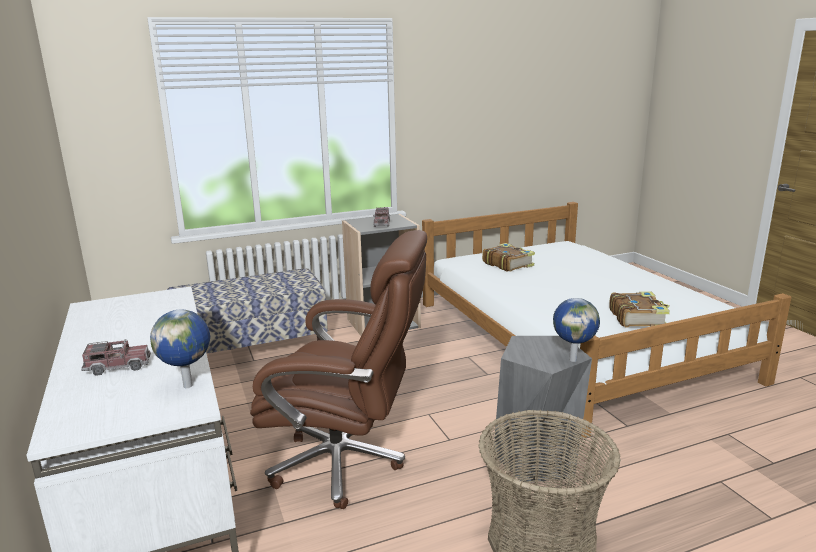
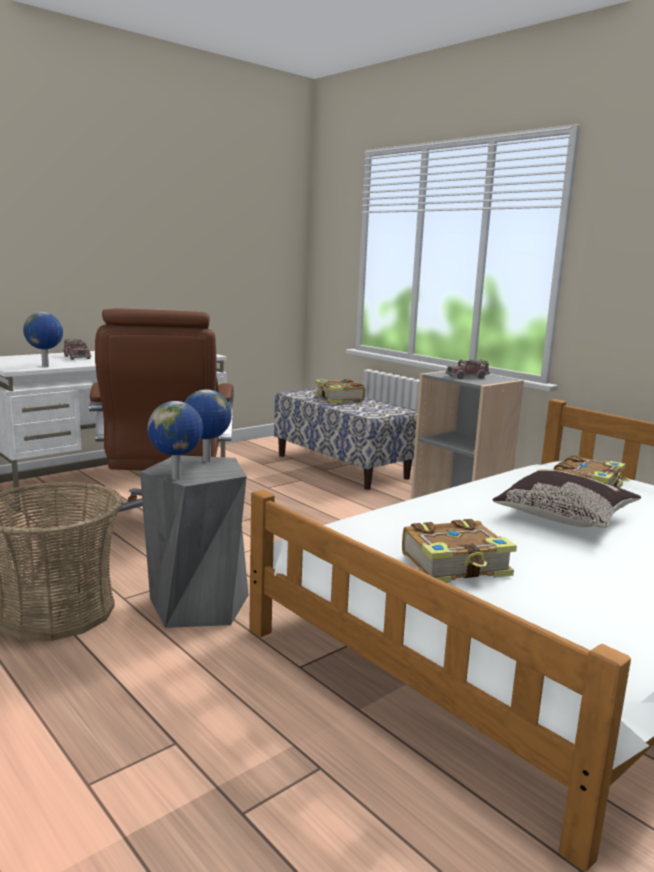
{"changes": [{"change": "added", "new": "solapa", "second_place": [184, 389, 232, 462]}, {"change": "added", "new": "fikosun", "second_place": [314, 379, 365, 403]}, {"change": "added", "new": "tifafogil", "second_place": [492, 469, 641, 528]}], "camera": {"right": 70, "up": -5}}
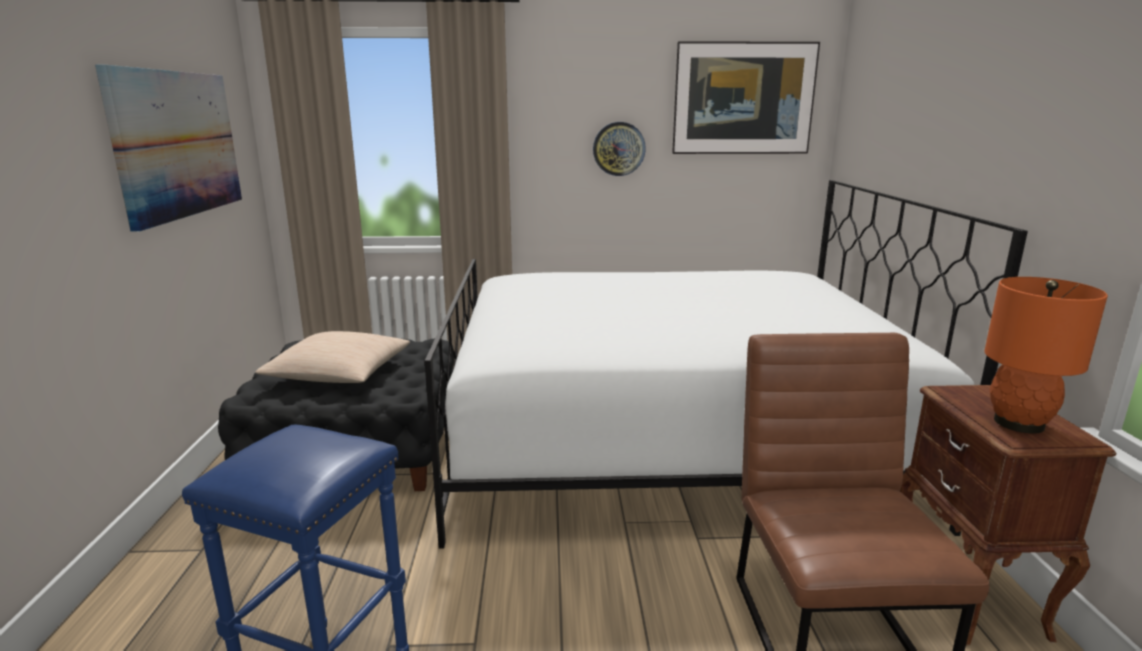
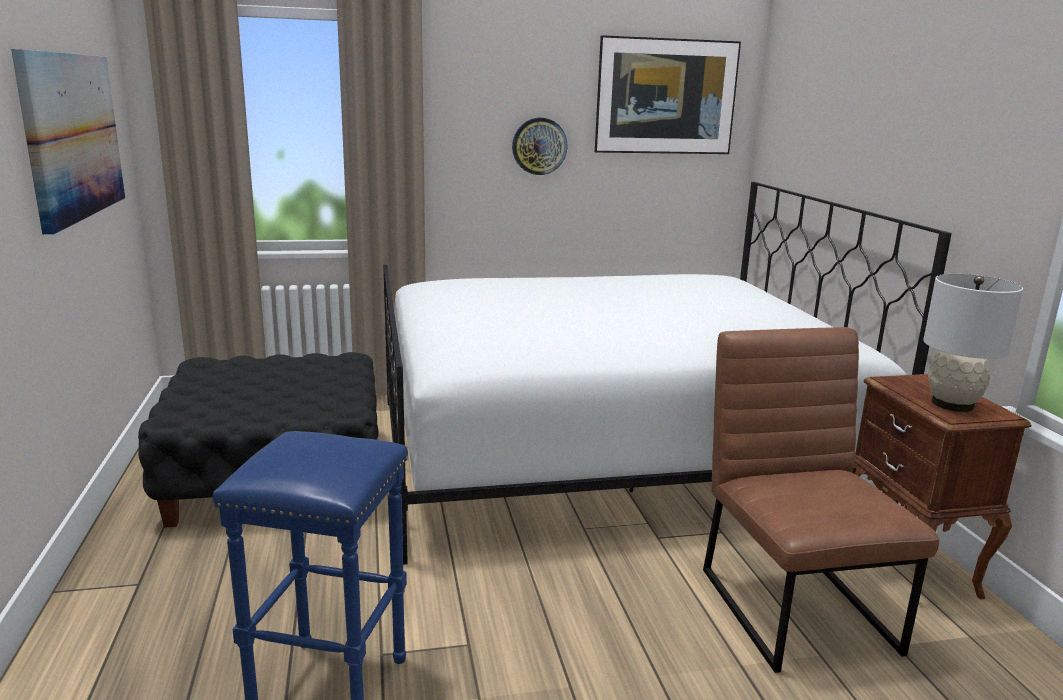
{"changes": [{"change": "recoloured", "old": "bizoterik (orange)", "new": "bizoterik (white)", "first_place": [984, 277, 1108, 433], "second_place": [923, 274, 1023, 412]}, {"change": "removed", "old": "tifafogil (beige)", "first_place": [255, 331, 410, 383]}], "camera": {"right": -10, "up": 0}}
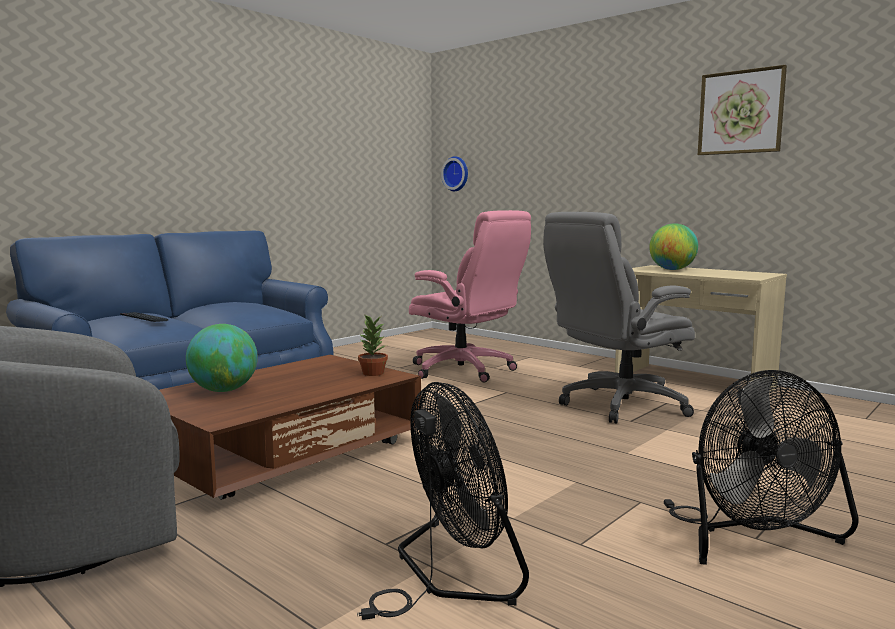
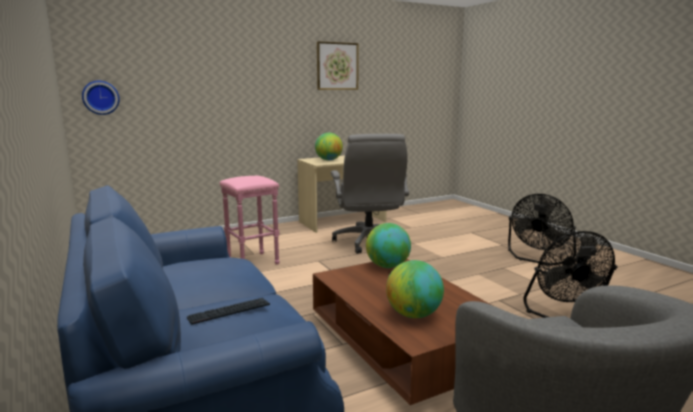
{"changes": [{"change": "replaced", "old": "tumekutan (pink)", "new": "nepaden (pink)", "first_place": [409, 210, 531, 383], "second_place": [220, 176, 279, 265]}, {"change": "replaced", "old": "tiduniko", "new": "solapa", "first_place": [358, 315, 388, 376], "second_place": [366, 223, 411, 268]}, {"change": "turned", "old": "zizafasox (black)", "first_place": [664, 370, 859, 565], "second_place": [508, 194, 576, 275], "degrees": -60}], "camera": {"right": -70, "up": 5}}
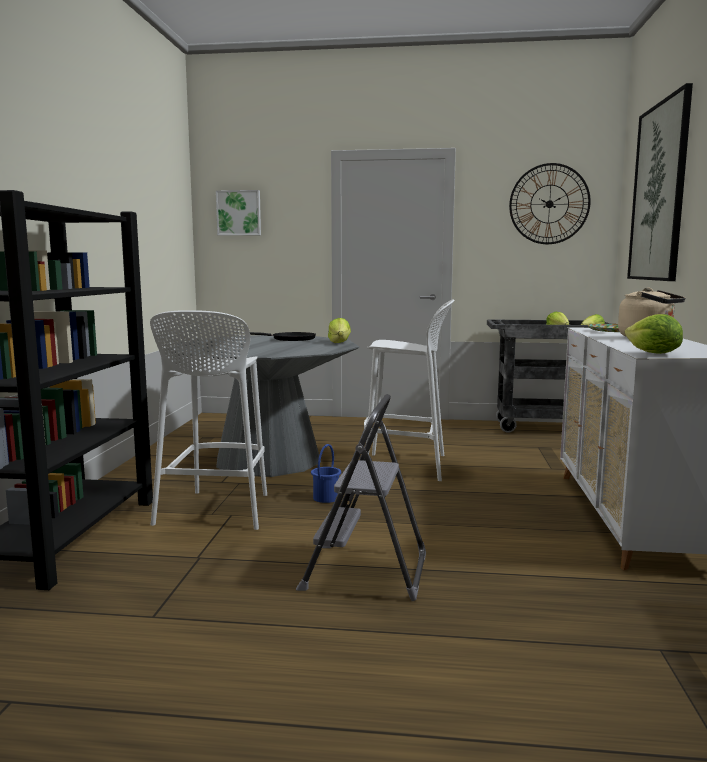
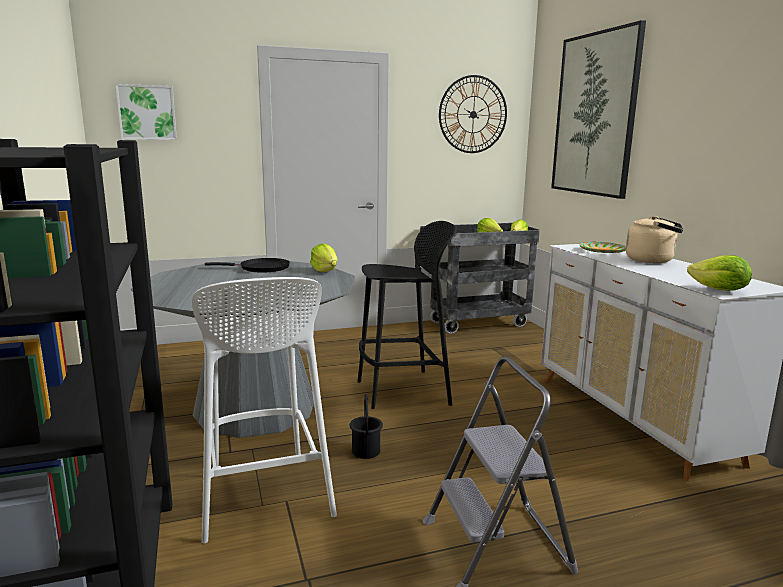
{"changes": [{"change": "recoloured", "old": "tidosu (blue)", "new": "tidosu (black)", "first_place": [311, 444, 341, 503], "second_place": [350, 394, 383, 459]}, {"change": "recoloured", "old": "nepaden (white)", "new": "nepaden (black)", "first_place": [364, 299, 455, 481], "second_place": [357, 221, 457, 409]}], "camera": {"right": -25, "up": 5}}
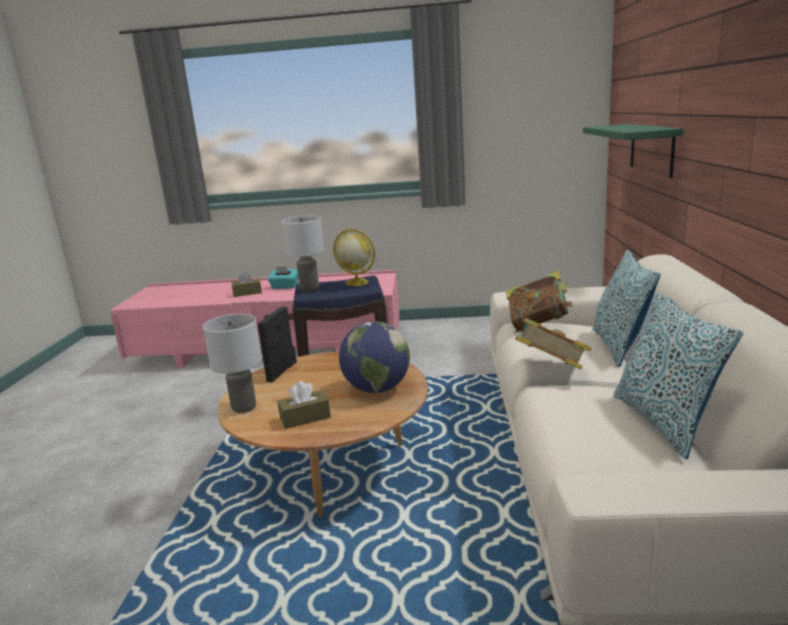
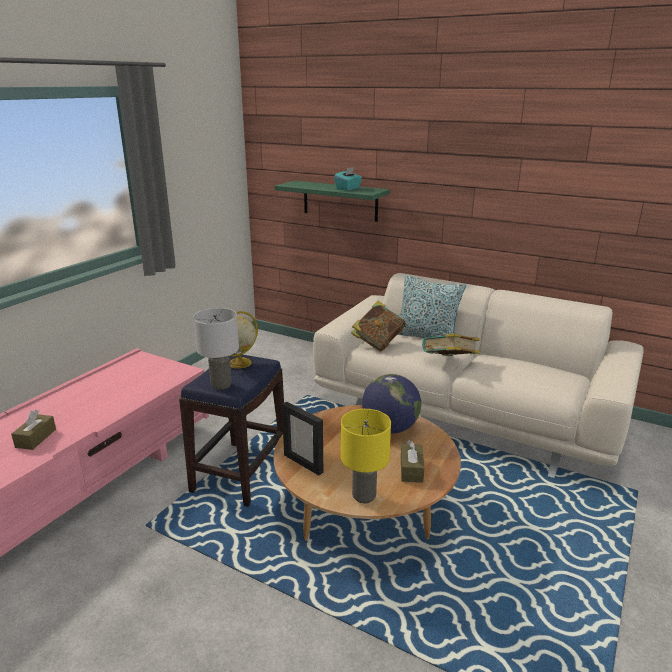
{"changes": [{"change": "moved", "old": "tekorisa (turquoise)", "first_place": [268, 267, 299, 289], "second_place": [334, 167, 362, 191]}, {"change": "recoloured", "old": "bizoterik (white)", "new": "bizoterik (yellow)", "first_place": [203, 314, 262, 413], "second_place": [341, 409, 391, 503]}, {"change": "removed", "old": "tifafogil", "first_place": [613, 292, 743, 459]}], "camera": {"right": -65, "up": 5}}
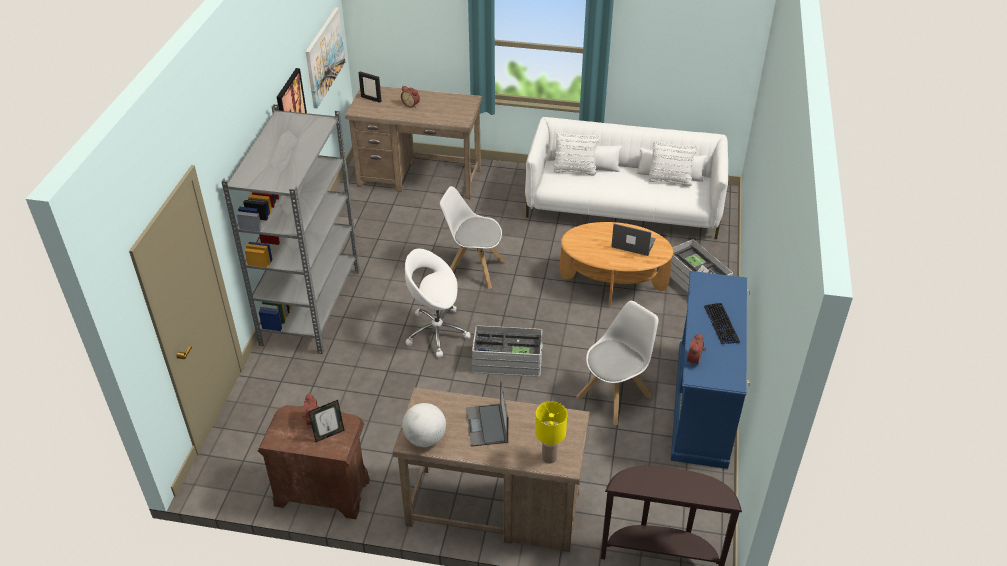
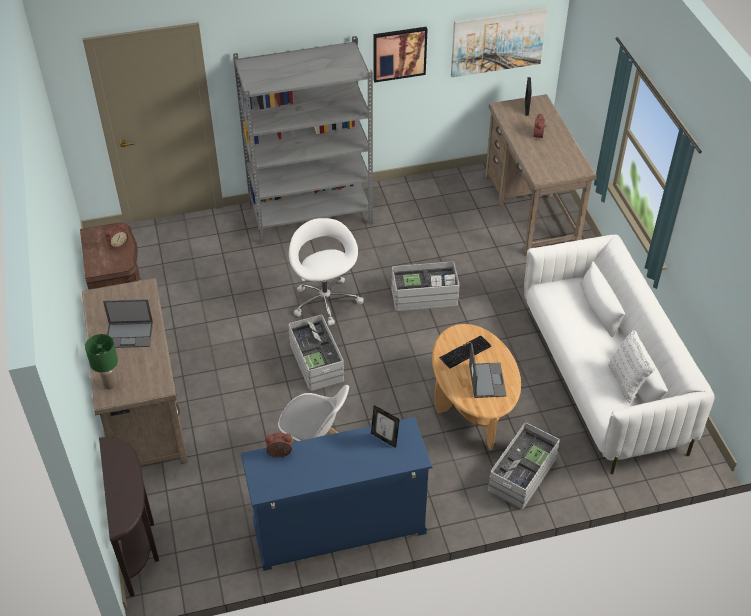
{"changes": [{"change": "recoloured", "old": "bizoterik (yellow)", "new": "bizoterik (green)", "first_place": [535, 401, 567, 464], "second_place": [85, 334, 118, 390]}, {"change": "turned", "old": "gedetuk", "first_place": [466, 379, 508, 447], "second_place": [103, 299, 153, 348], "degrees": -150}, {"change": "moved", "old": "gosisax", "first_place": [308, 400, 345, 442], "second_place": [371, 405, 400, 448]}, {"change": "replaced", "old": "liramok", "new": "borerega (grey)", "first_place": [440, 186, 506, 289], "second_place": [391, 261, 460, 311]}, {"change": "moved", "old": "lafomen", "first_place": [704, 303, 740, 344], "second_place": [439, 336, 491, 369]}, {"change": "removed", "old": "solapa", "first_place": [402, 403, 446, 447]}, {"change": "removed", "old": "tifafogil (white)", "first_place": [554, 132, 600, 176]}], "camera": {"right": 65, "up": 5}}
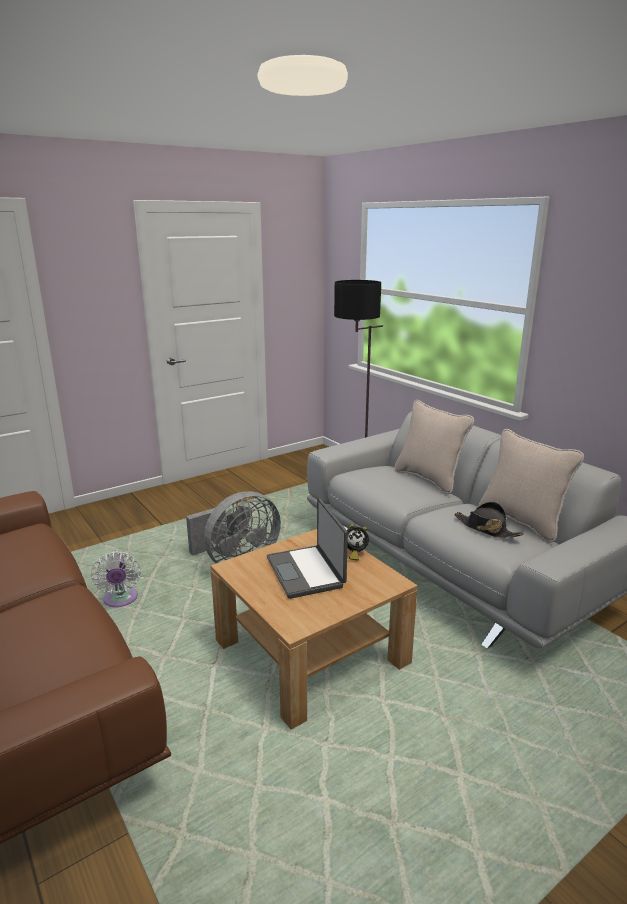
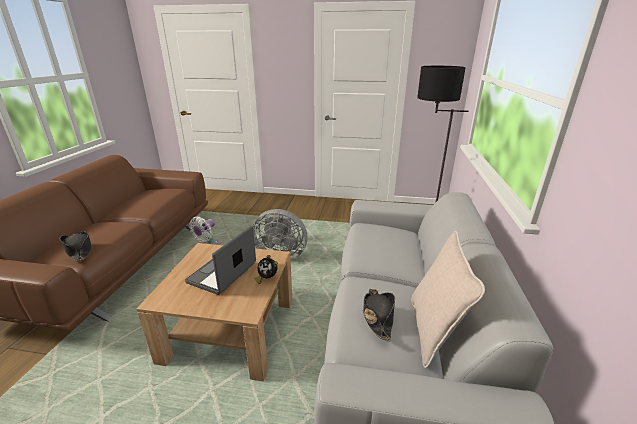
{"changes": [{"change": "added", "new": "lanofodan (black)", "second_place": [60, 232, 92, 262]}, {"change": "removed", "old": "tifafogil (beige)", "first_place": [394, 400, 474, 494]}], "camera": {"right": 45, "up": 5}}
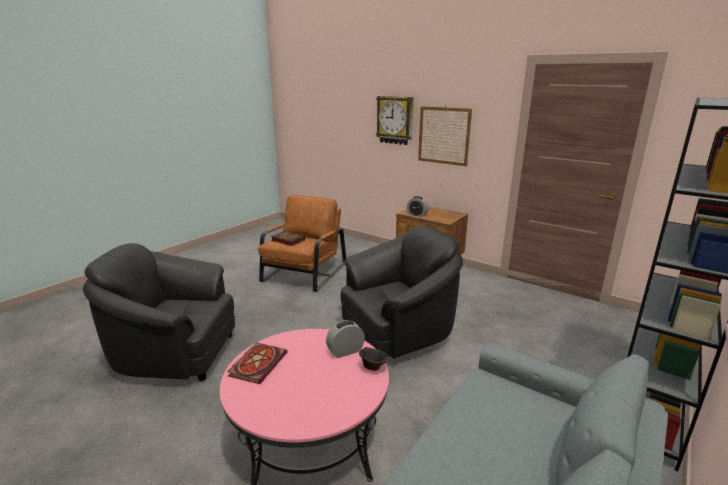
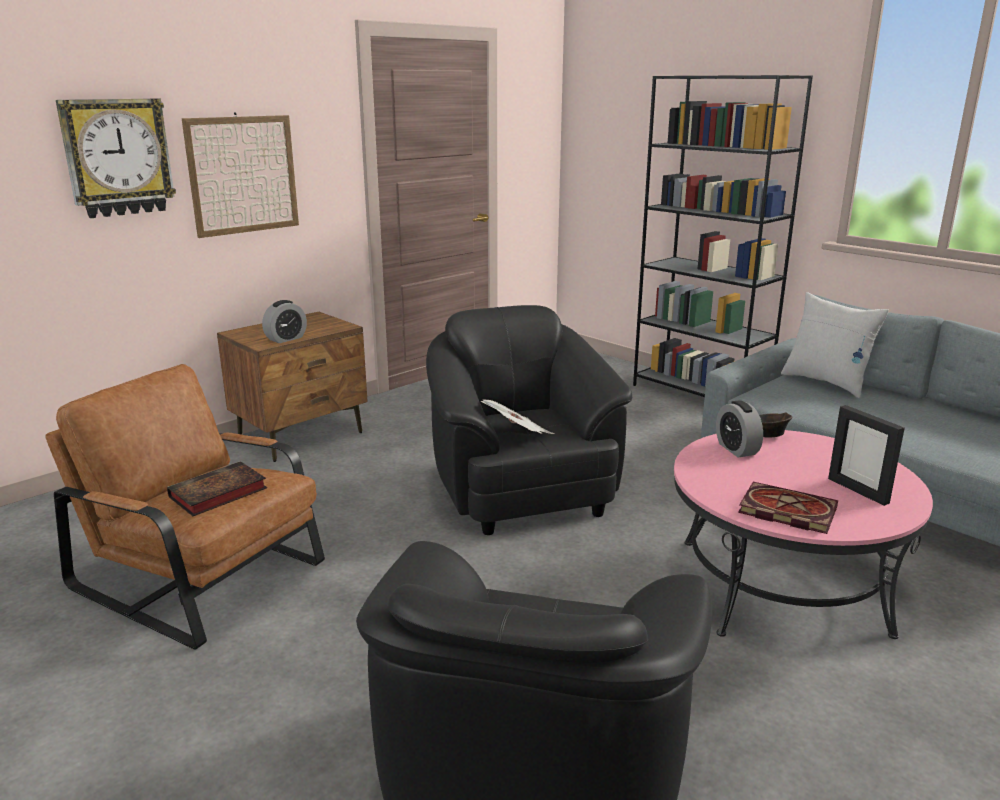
{"changes": [{"change": "added", "new": "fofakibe", "second_place": [480, 400, 555, 434]}, {"change": "added", "new": "tifafogil (grey)", "second_place": [781, 292, 889, 398]}, {"change": "added", "new": "gosisax", "second_place": [828, 405, 905, 506]}], "camera": {"right": -80, "up": 0}}
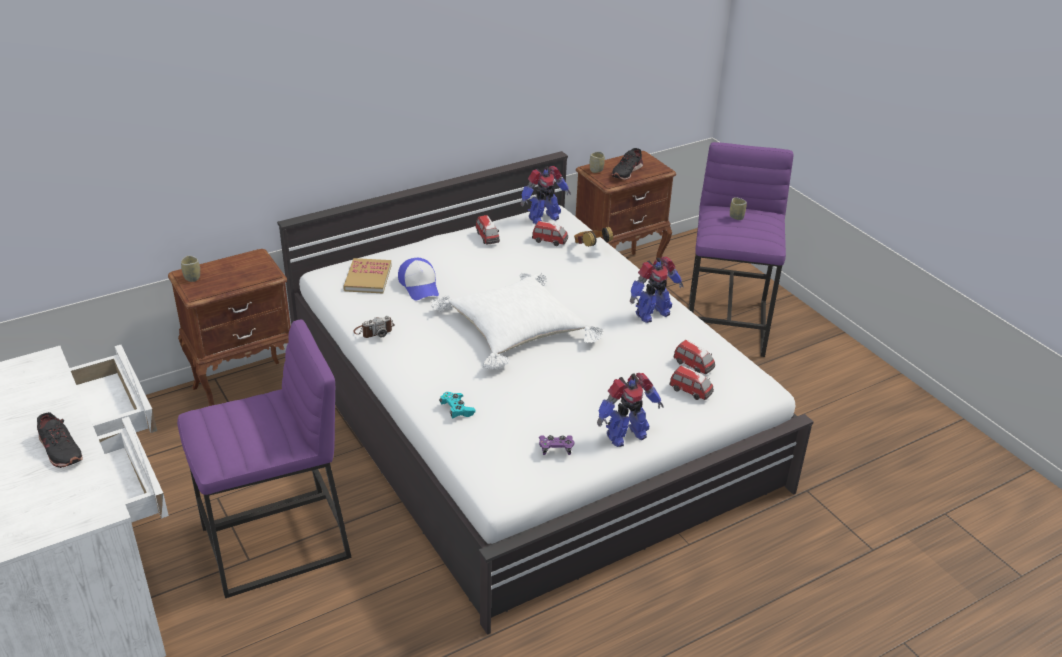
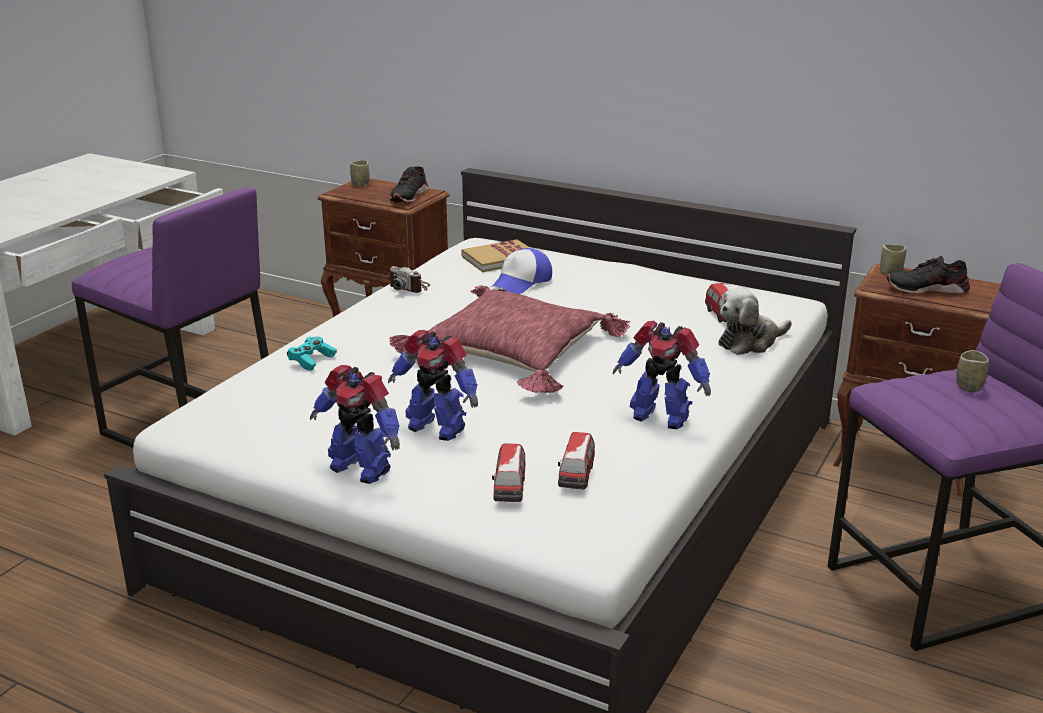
{"changes": [{"change": "moved", "old": "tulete", "first_place": [521, 166, 571, 224], "second_place": [388, 330, 478, 441]}, {"change": "recoloured", "old": "tifafogil (white)", "new": "tifafogil (red)", "first_place": [431, 272, 604, 370], "second_place": [389, 285, 631, 394]}, {"change": "moved", "old": "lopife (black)", "first_place": [37, 412, 83, 468], "second_place": [390, 166, 428, 203]}, {"change": "replaced", "old": "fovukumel", "new": "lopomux", "first_place": [574, 227, 613, 247], "second_place": [719, 289, 792, 355]}, {"change": "removed", "old": "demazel", "first_place": [476, 215, 500, 245]}, {"change": "removed", "old": "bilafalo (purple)", "first_place": [539, 435, 574, 455]}], "camera": {"right": 60, "up": -10}}
